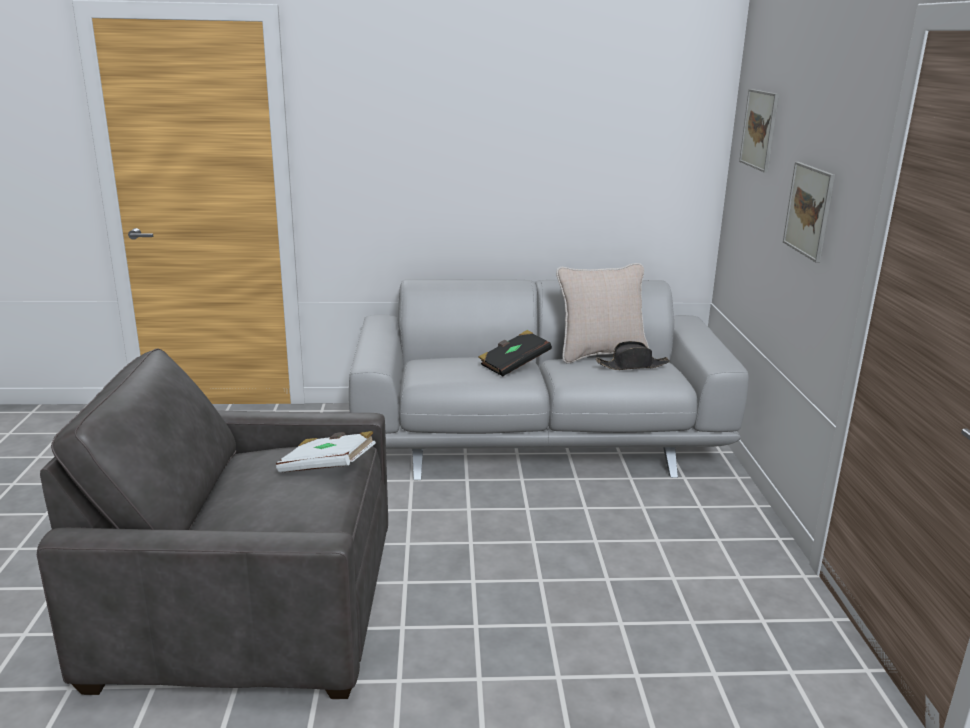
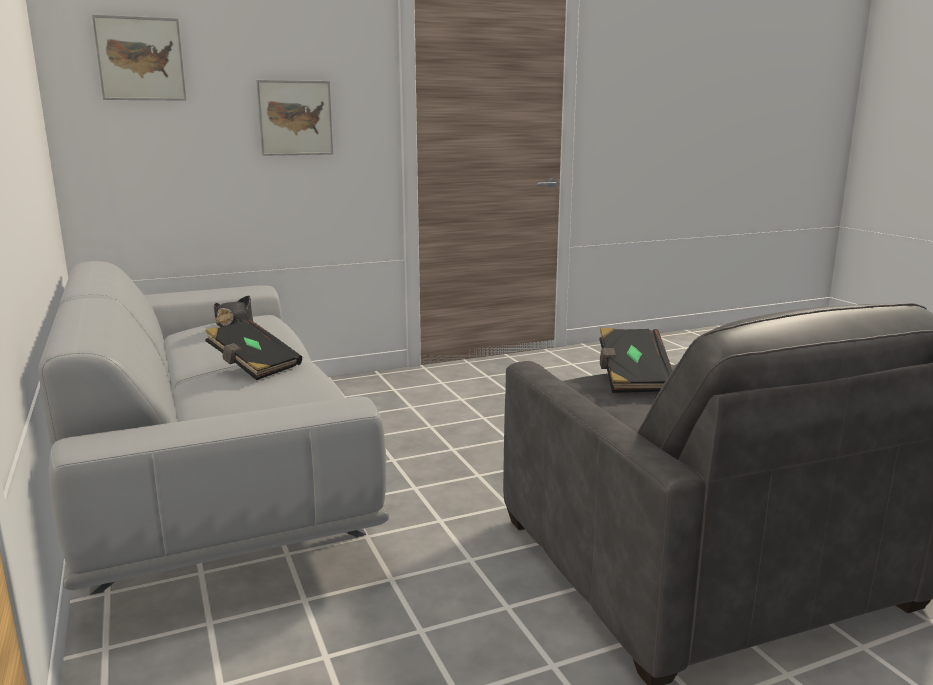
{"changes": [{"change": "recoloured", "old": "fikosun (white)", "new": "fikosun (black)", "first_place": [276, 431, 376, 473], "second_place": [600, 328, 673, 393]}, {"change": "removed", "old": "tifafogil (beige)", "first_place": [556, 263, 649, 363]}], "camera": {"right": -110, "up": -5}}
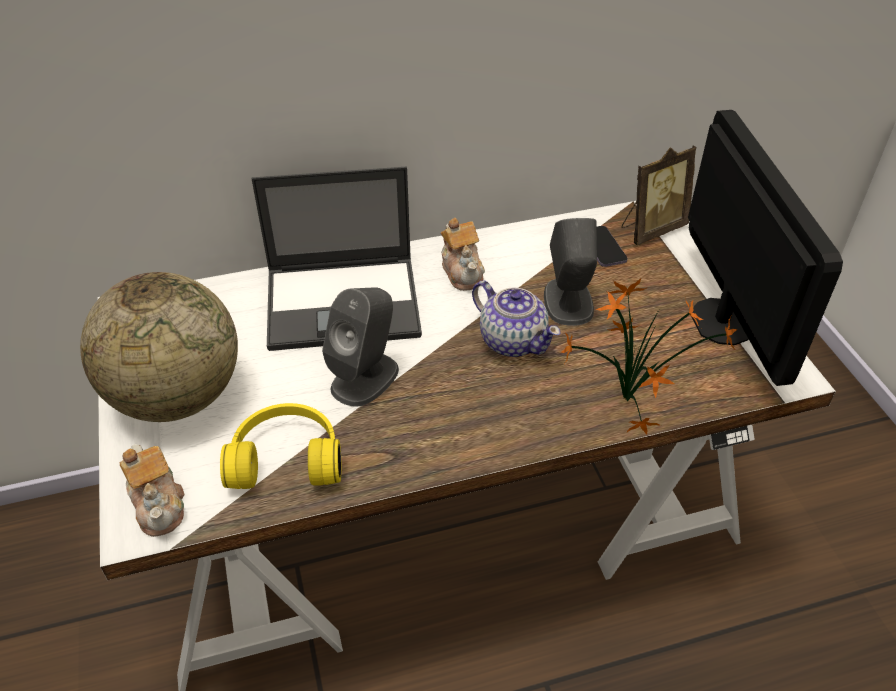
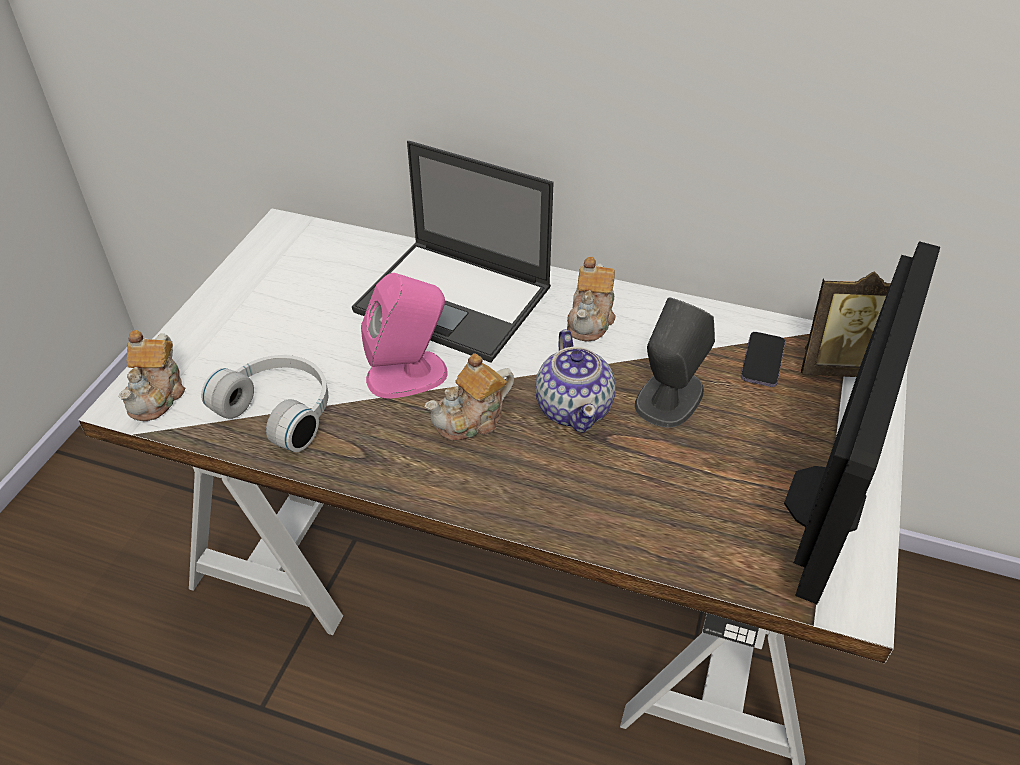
{"changes": [{"change": "recoloured", "old": "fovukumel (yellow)", "new": "fovukumel (white)", "first_place": [220, 403, 342, 489], "second_place": [201, 355, 328, 452]}, {"change": "recoloured", "old": "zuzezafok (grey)", "new": "zuzezafok (pink)", "first_place": [322, 287, 399, 407], "second_place": [361, 273, 448, 399]}, {"change": "added", "new": "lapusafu", "second_place": [425, 353, 514, 441]}, {"change": "removed", "old": "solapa", "first_place": [80, 272, 238, 422]}, {"change": "removed", "old": "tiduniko", "first_place": [561, 278, 737, 434]}], "camera": {"right": 35, "up": 0}}
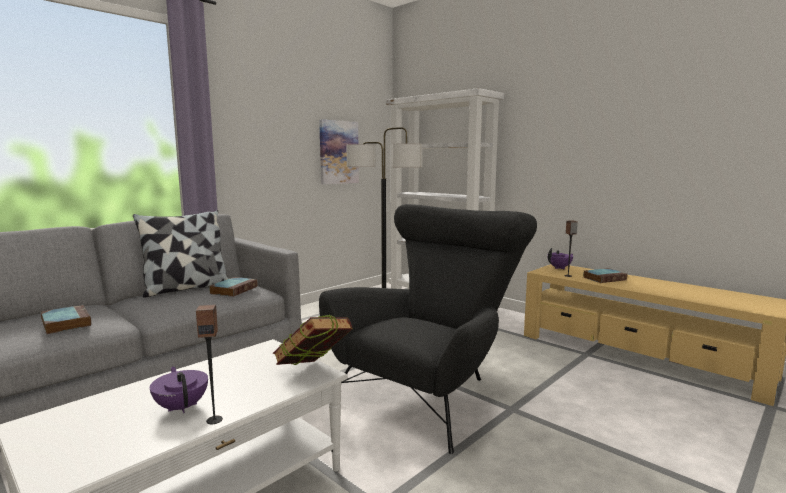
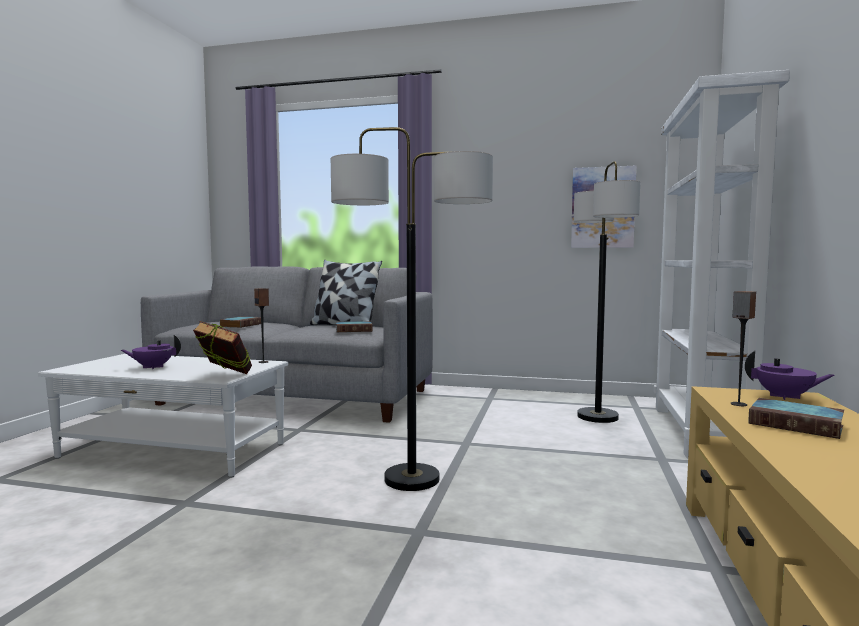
{"changes": [{"change": "turned", "old": "lapusafu (purple)", "first_place": [150, 366, 208, 413], "second_place": [121, 335, 181, 369], "degrees": -135}, {"change": "moved", "old": "zuzezafok", "first_place": [196, 304, 223, 425], "second_place": [254, 288, 269, 363]}, {"change": "replaced", "old": "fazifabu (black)", "new": "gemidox", "first_place": [319, 204, 537, 454], "second_place": [331, 127, 493, 491]}], "camera": {"right": 60, "up": -5}}
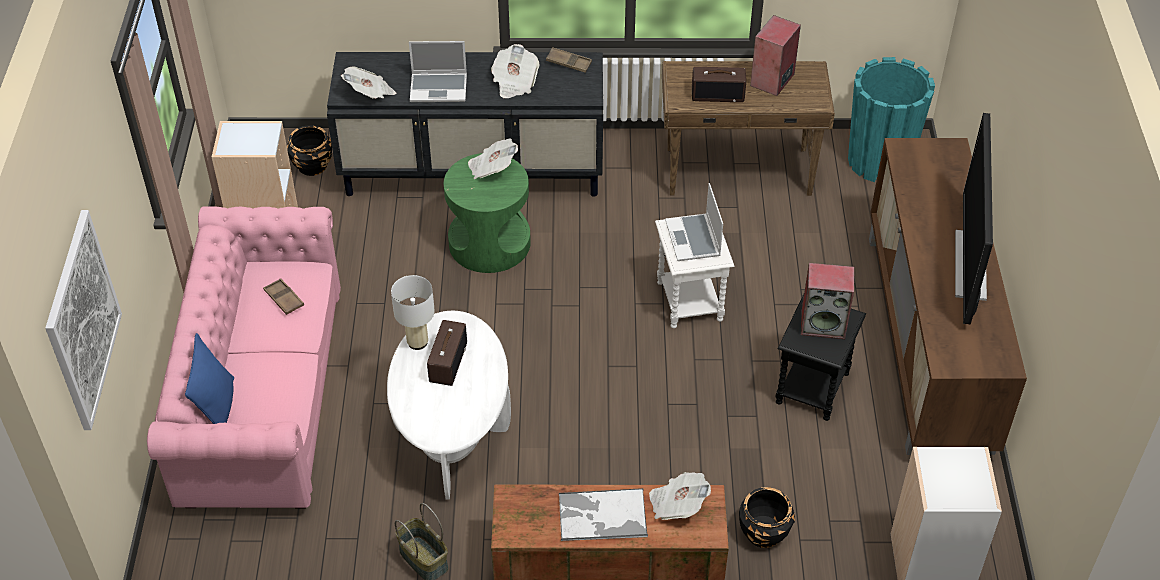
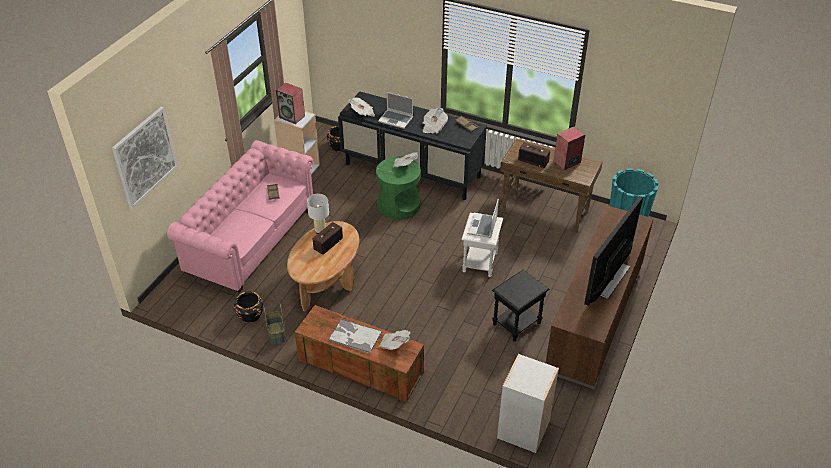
{"changes": [{"change": "moved", "old": "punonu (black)", "first_place": [739, 487, 795, 548], "second_place": [234, 291, 263, 323]}, {"change": "moved", "old": "zuzezafok", "first_place": [801, 263, 854, 339], "second_place": [276, 83, 305, 124]}, {"change": "recoloured", "old": "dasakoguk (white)", "new": "dasakoguk (brown)", "first_place": [387, 311, 511, 500], "second_place": [287, 221, 359, 312]}, {"change": "removed", "old": "tifafogil (blue)", "first_place": [185, 333, 234, 424]}], "camera": {"right": 25, "up": -5}}
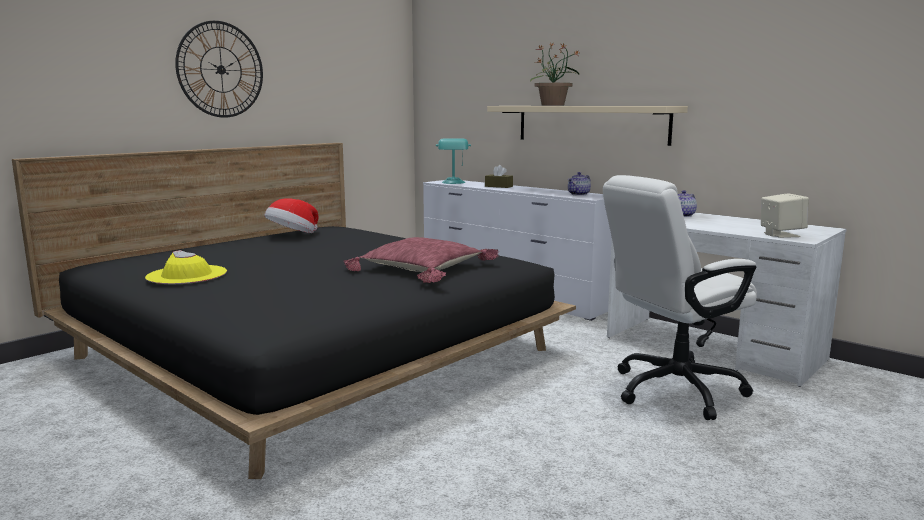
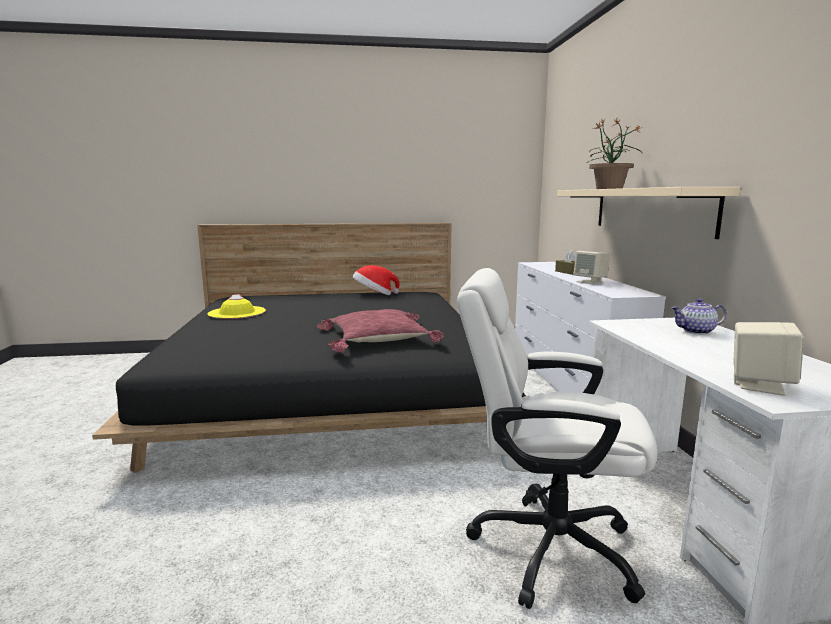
{"changes": [{"change": "added", "new": "zuzezafok (beige)", "second_place": [574, 251, 610, 285]}, {"change": "removed", "old": "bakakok", "first_place": [175, 21, 263, 118]}, {"change": "removed", "old": "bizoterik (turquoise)", "first_place": [436, 138, 471, 184]}, {"change": "removed", "old": "lapusafu", "first_place": [568, 172, 591, 196]}], "camera": {"right": 40, "up": 0}}
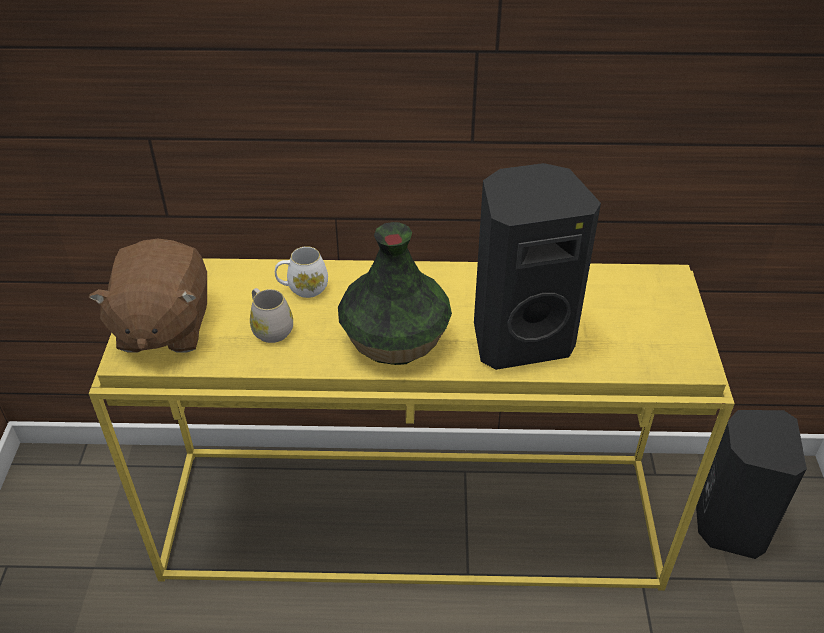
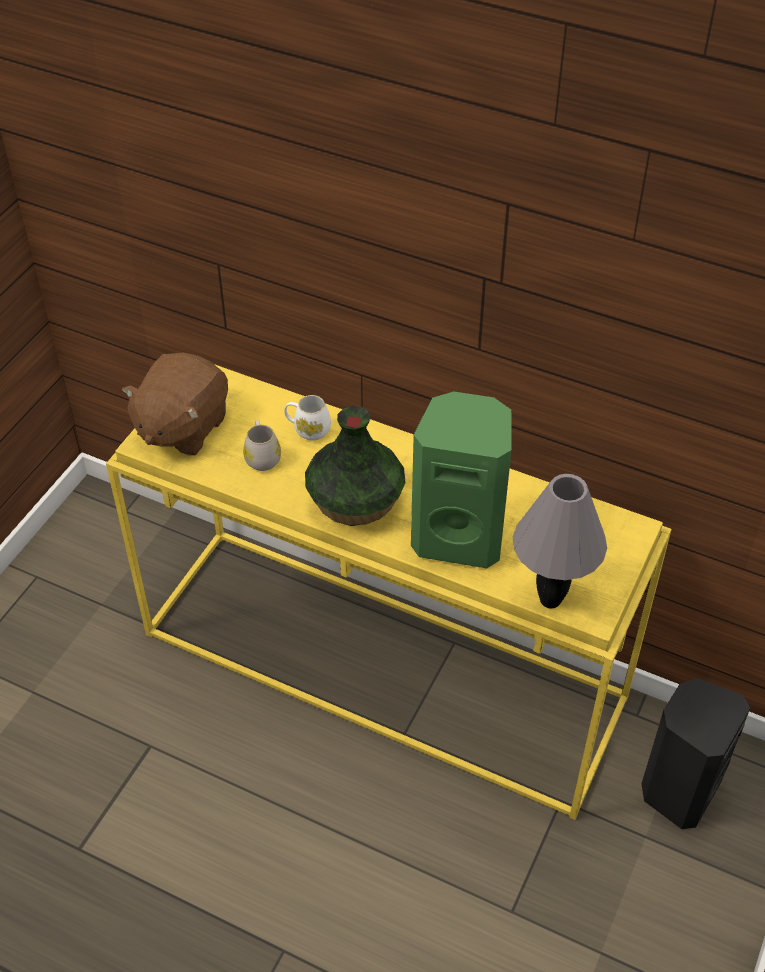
{"changes": [{"change": "recoloured", "old": "zuzezafok (black)", "new": "zuzezafok (green)", "first_place": [474, 163, 601, 370], "second_place": [411, 392, 512, 569]}, {"change": "added", "new": "bizoterik (grey)", "second_place": [513, 474, 607, 609]}], "camera": {"right": 25, "up": 5}}
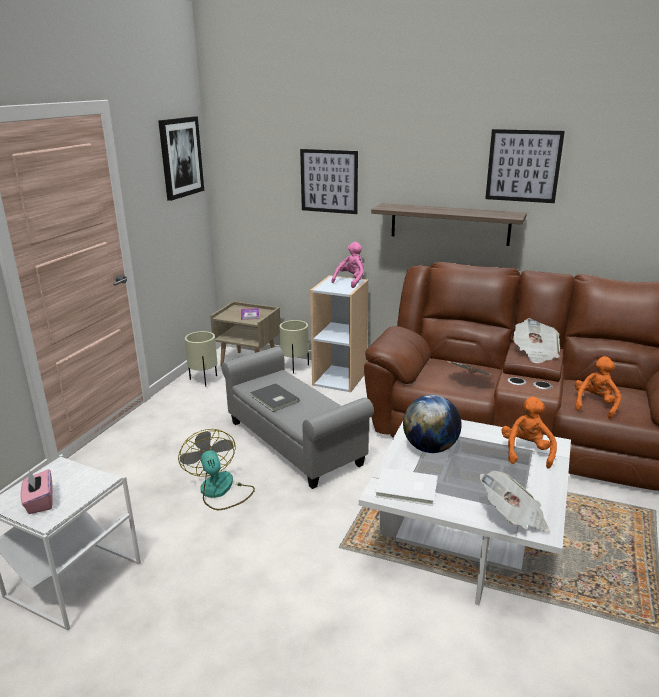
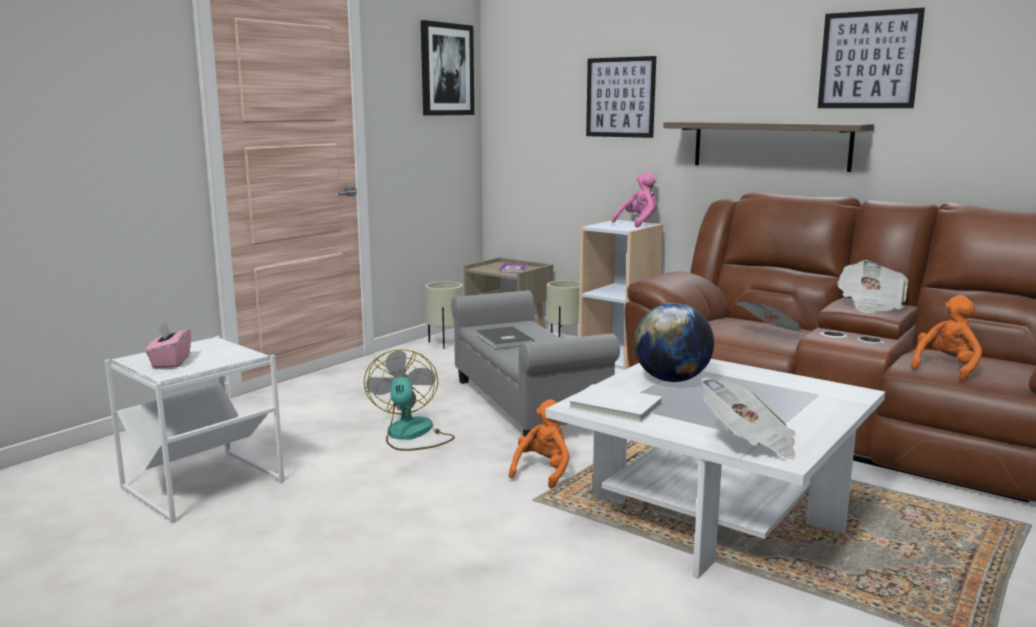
{"changes": [{"change": "moved", "old": "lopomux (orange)", "first_place": [501, 396, 557, 469], "second_place": [509, 399, 570, 488]}], "camera": {"right": 15, "up": -10}}
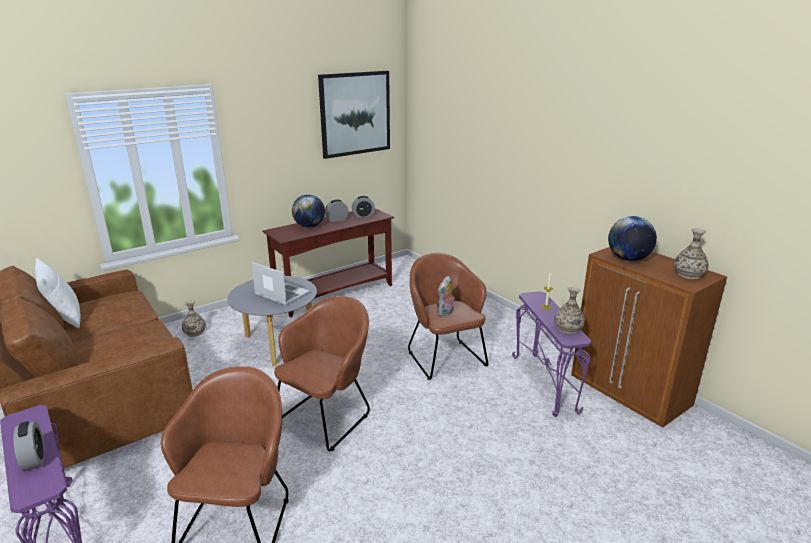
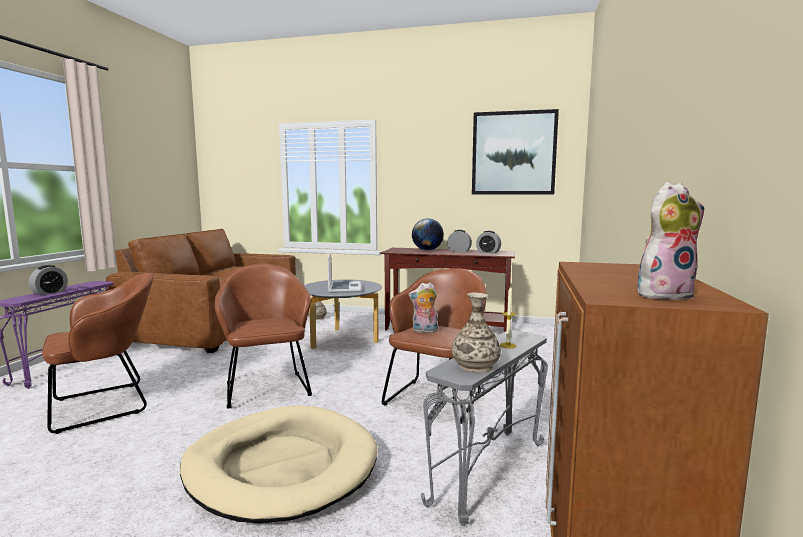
{"changes": [{"change": "added", "new": "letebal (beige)", "second_place": [180, 405, 378, 523]}, {"change": "turned", "old": "fazifabu (brown)", "first_place": [274, 296, 370, 451], "second_place": [215, 264, 312, 409], "degrees": -105}, {"change": "recoloured", "old": "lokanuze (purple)", "new": "lokanuze (grey)", "first_place": [512, 291, 592, 417], "second_place": [421, 330, 548, 526]}, {"change": "replaced", "old": "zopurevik", "new": "lopomux", "first_place": [674, 228, 709, 279], "second_place": [637, 182, 705, 301]}, {"change": "removed", "old": "tifafogil (white)", "first_place": [35, 258, 81, 328]}, {"change": "removed", "old": "solapa", "first_place": [608, 216, 657, 261]}], "camera": {"right": 50, "up": -15}}
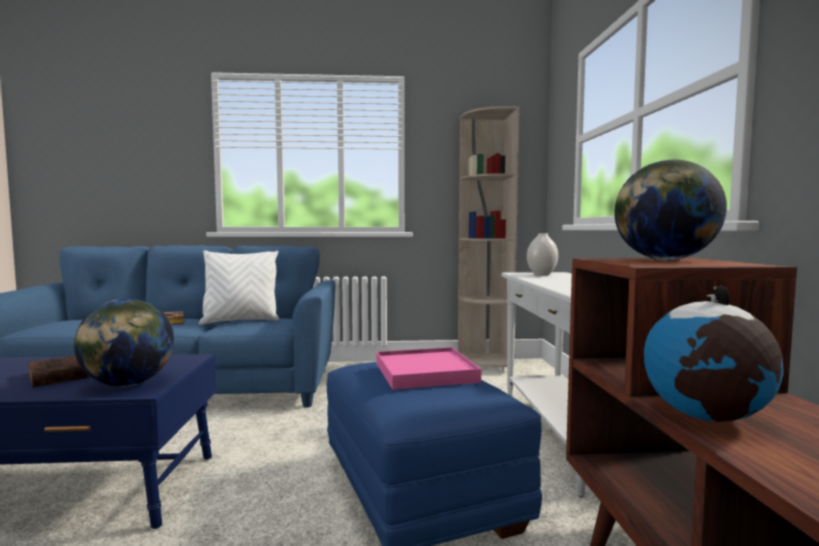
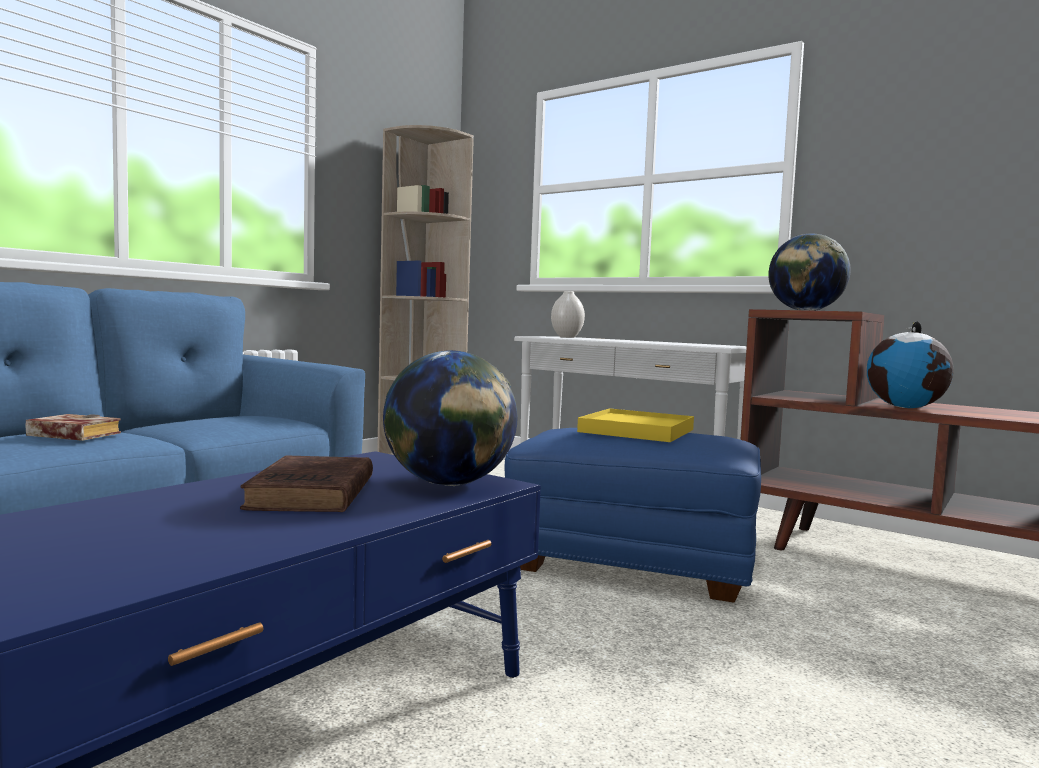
{"changes": [{"change": "recoloured", "old": "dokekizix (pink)", "new": "dokekizix (yellow)", "first_place": [376, 347, 481, 390], "second_place": [577, 408, 694, 442]}, {"change": "removed", "old": "tifafogil (white)", "first_place": [199, 250, 279, 325]}], "camera": {"right": -50, "up": 0}}
